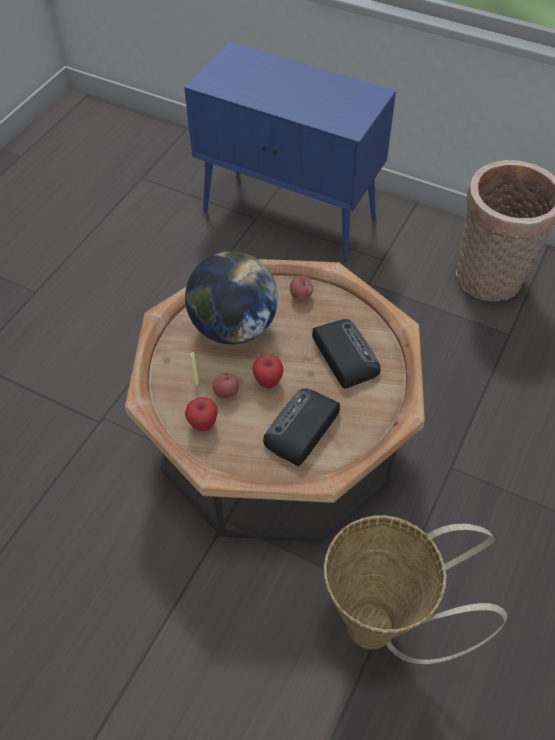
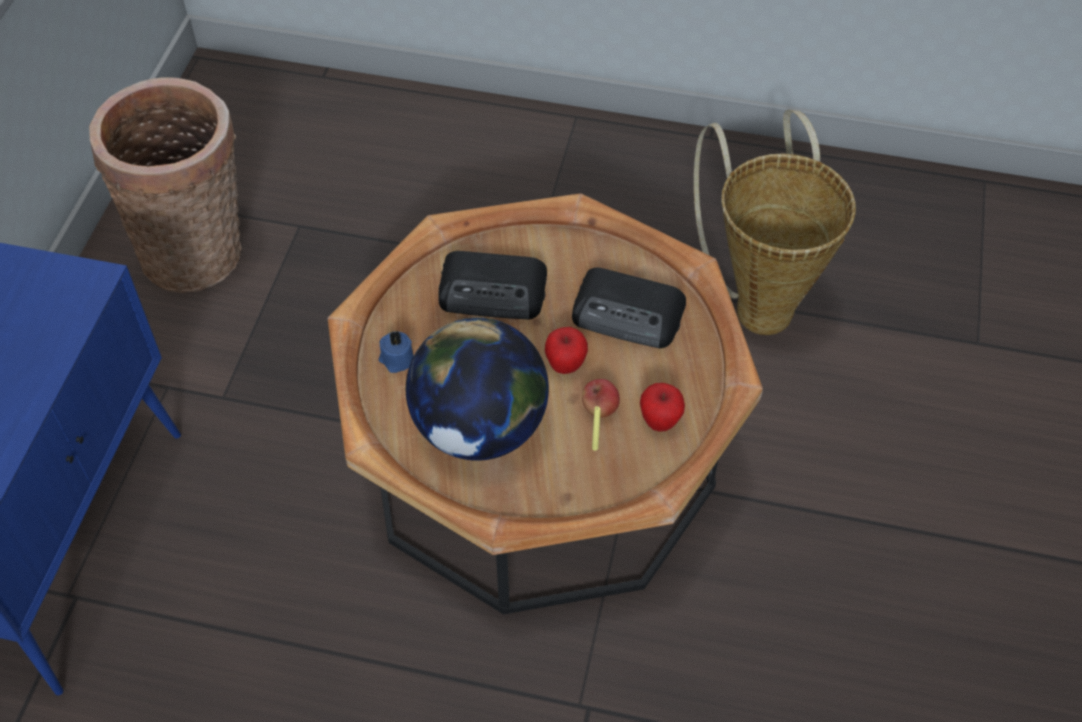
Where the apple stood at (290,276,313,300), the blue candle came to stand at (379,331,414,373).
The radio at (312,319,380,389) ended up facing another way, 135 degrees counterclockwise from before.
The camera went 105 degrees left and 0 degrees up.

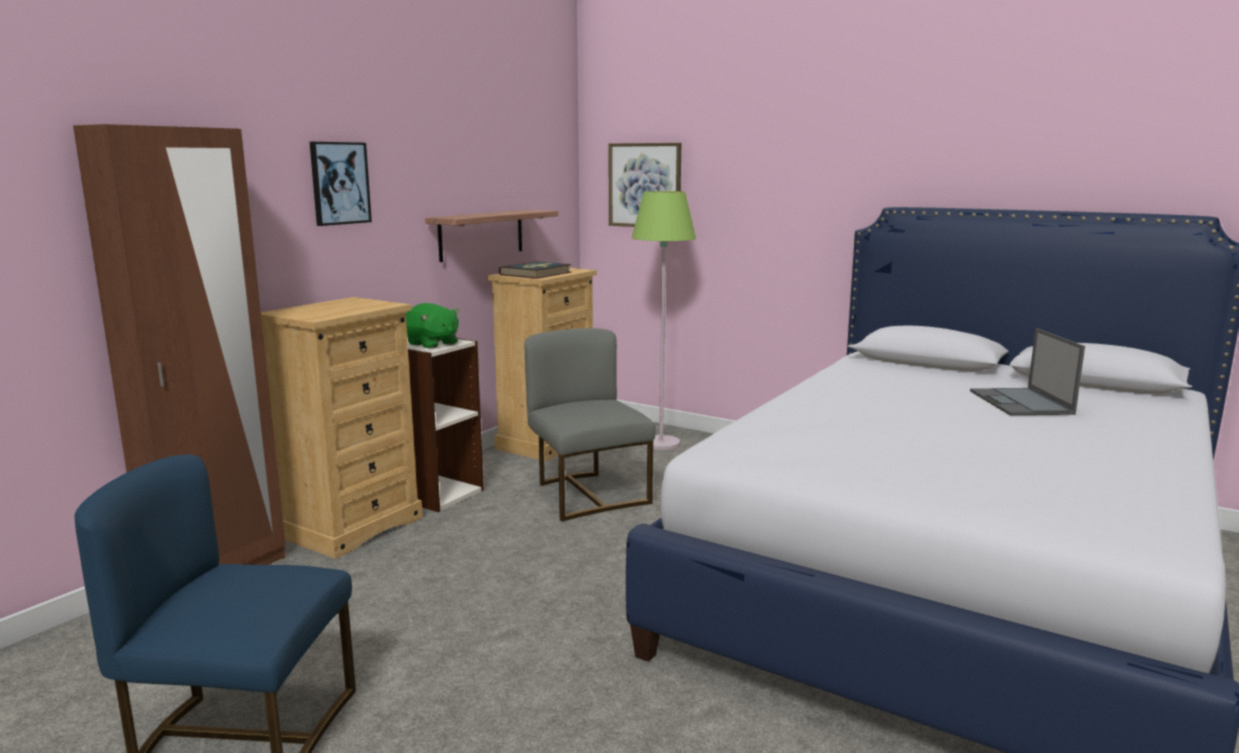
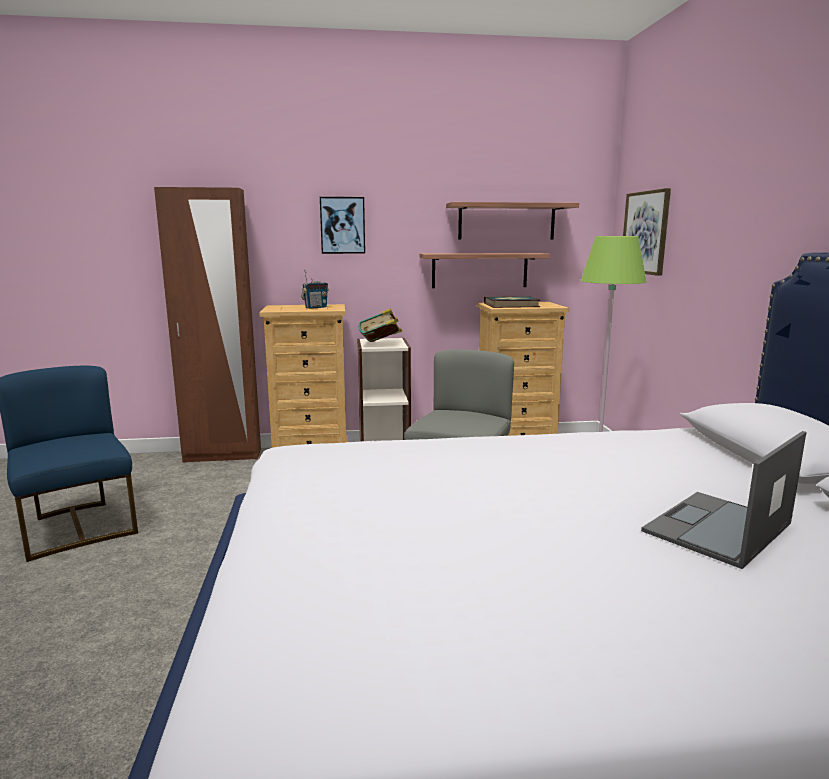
Where the green plush toy stood at (406,303,460,349), the book came to stand at (358,309,402,342).
The second view gained the shelf at (446,202,579,240).
The second view gained the radio at (301,269,329,309).
The camera went 50 degrees right and 0 degrees up.

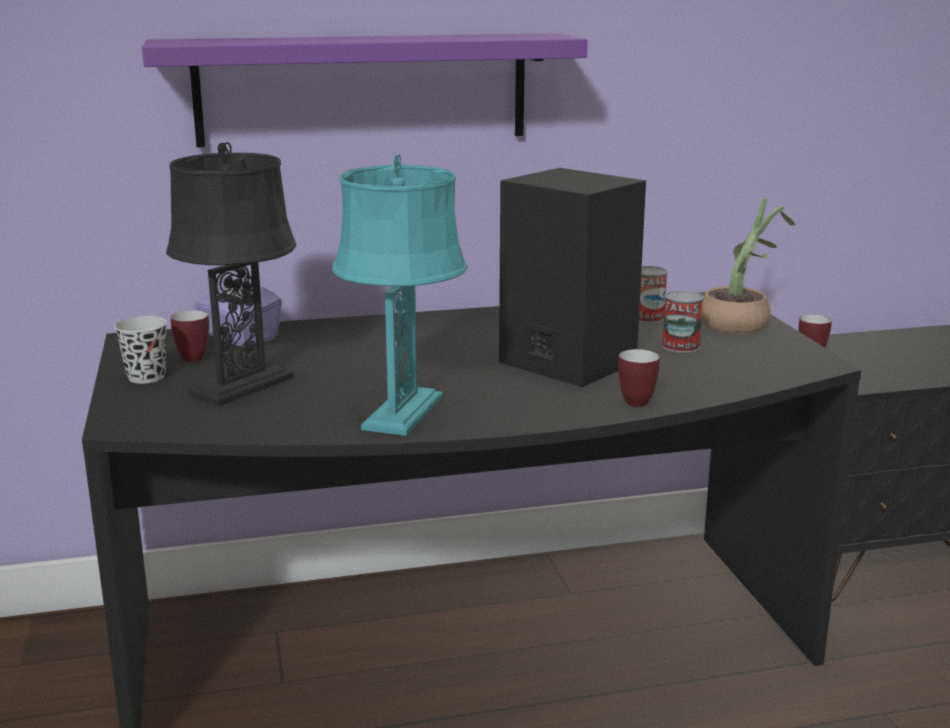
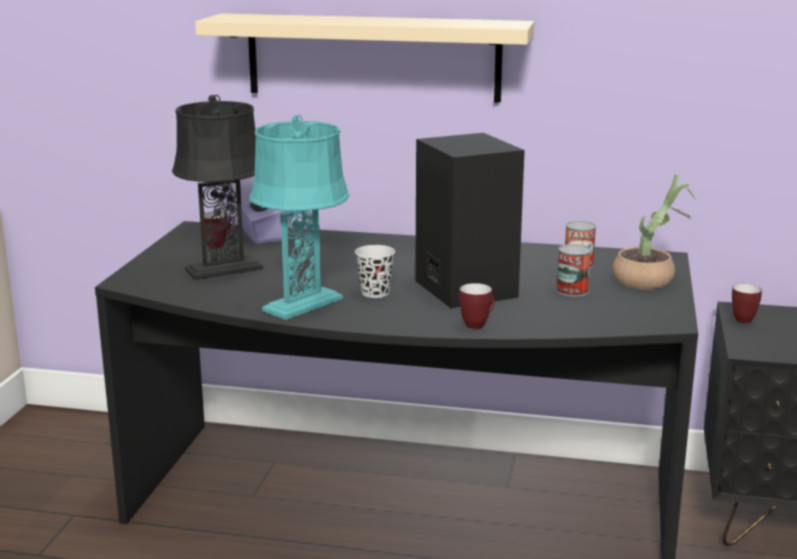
What was the purple shelf at (142,33,588,148) turned into the beige shelf at (195,13,534,103).
The black cup ended up elsewhere, having gone from (114,316,167,384) to (355,245,395,298).
The camera went 25 degrees right and 0 degrees up.

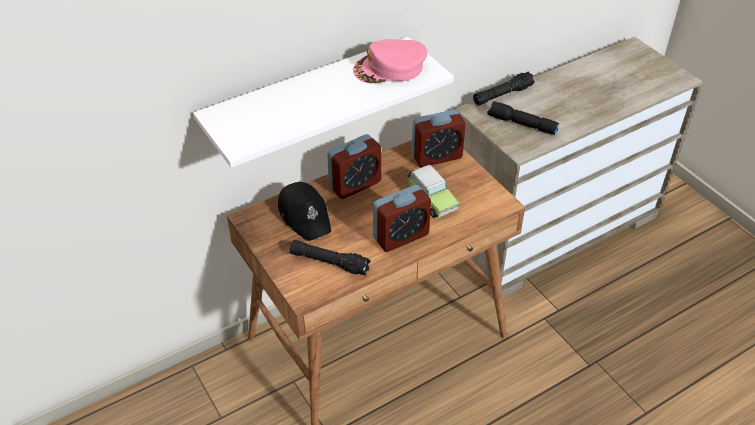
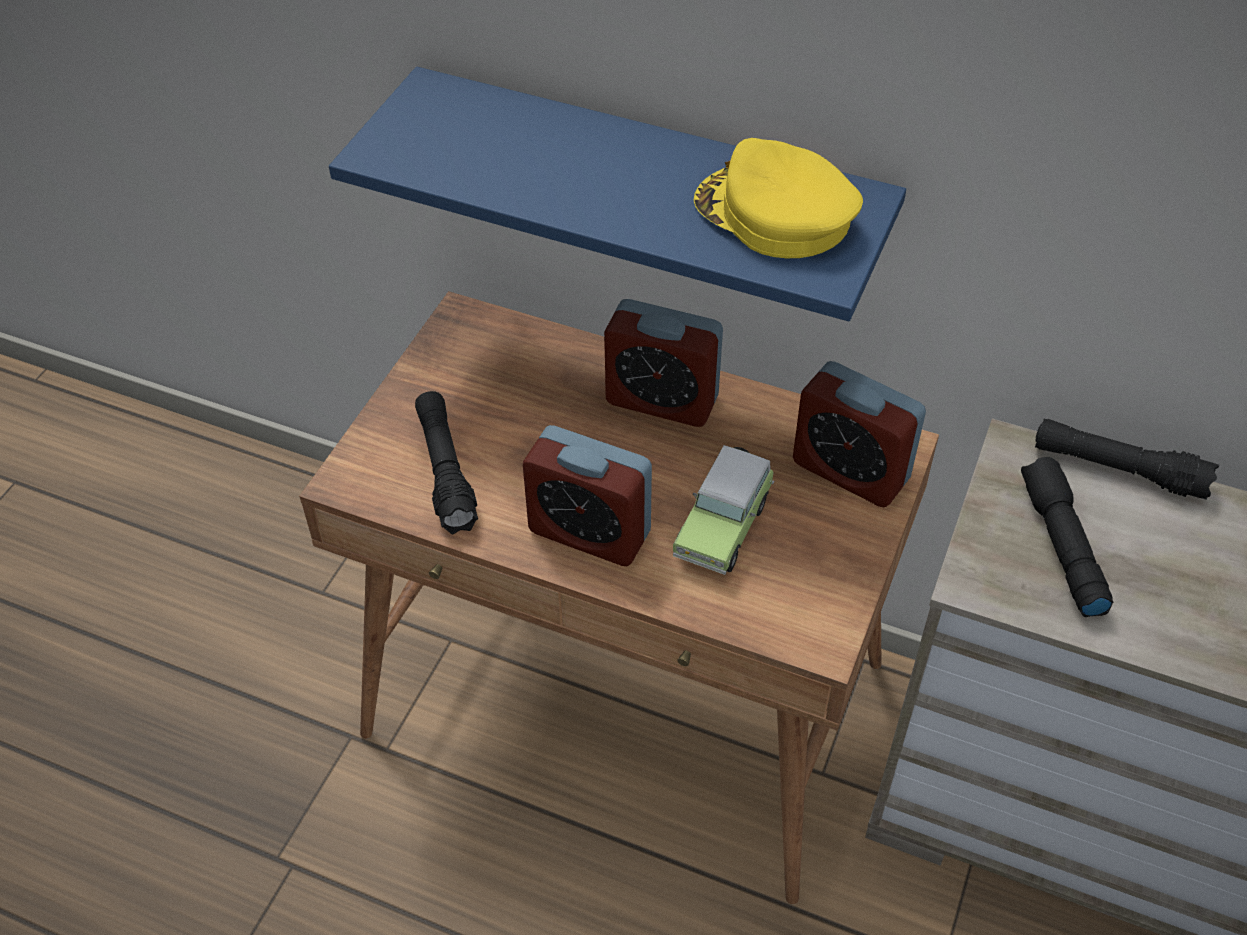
What was the white shelf at (193,37,454,168) turned into the blue shelf at (329,67,906,321).
What was the pink cap at (353,39,428,83) turned into the yellow cap at (694,138,863,258).
The second view lost the black cap at (278,182,331,241).
The camera went 55 degrees right and 5 degrees up.

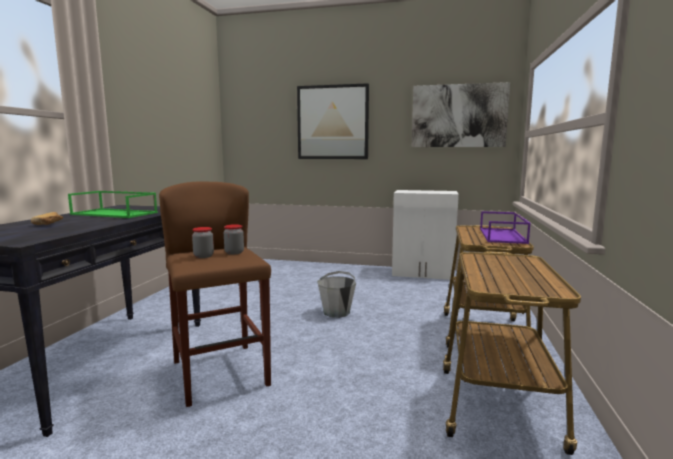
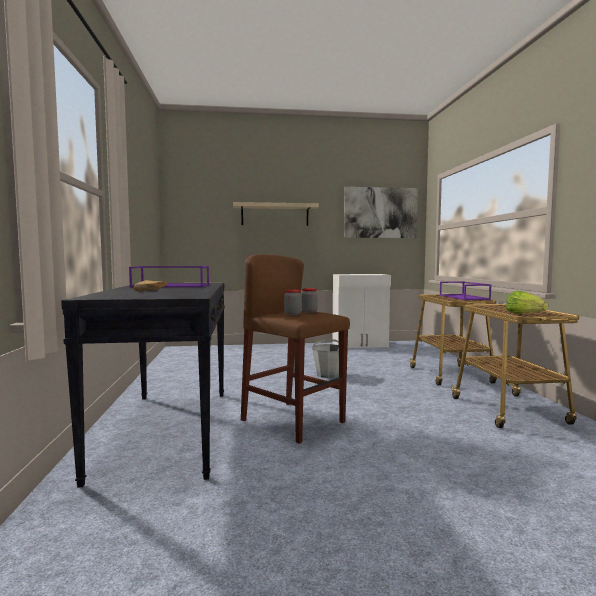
Where the picture hung at (297,83,369,159), the beige shelf came to hang at (233,202,319,226).
What was the green tray at (68,191,158,218) turned into the purple tray at (129,266,209,287).
The second view gained the lettuce at (506,291,548,314).
The camera went 20 degrees left and 5 degrees down.

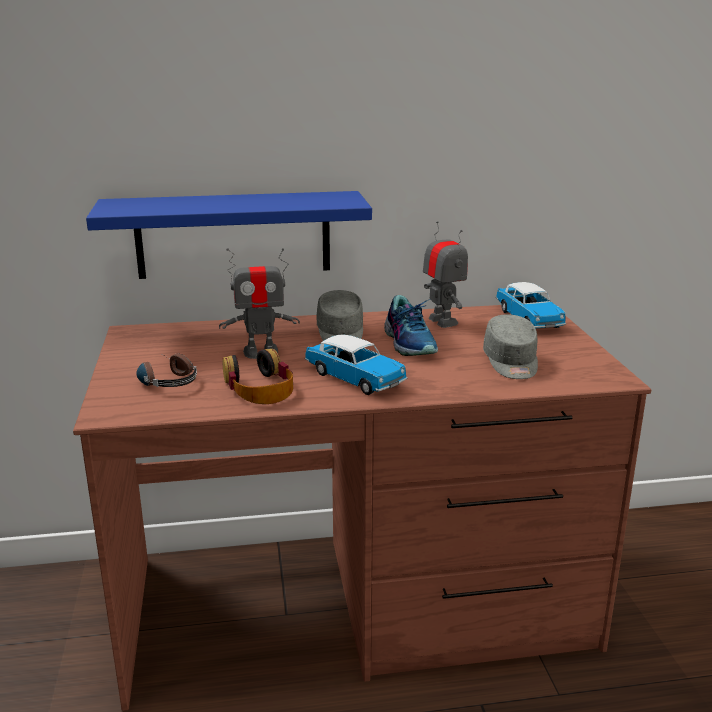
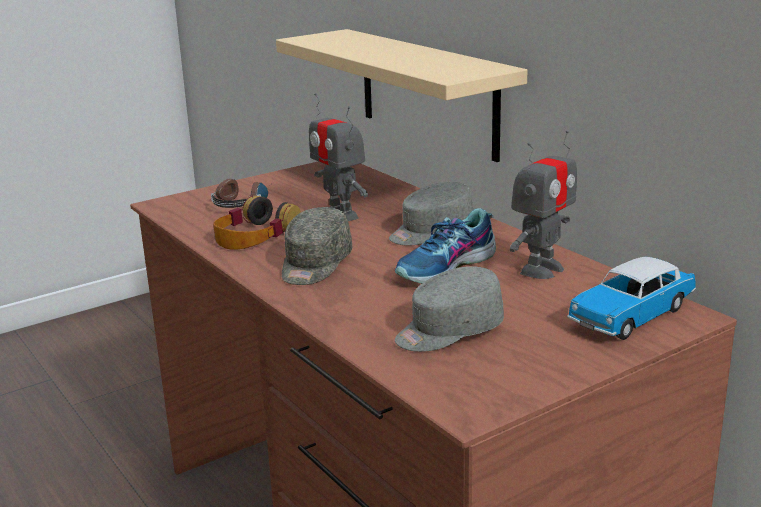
What was the blue shelf at (86,191,372,279) turned into the beige shelf at (276,29,527,162).
Where the toy car stood at (305,334,407,395), the grey cap came to stand at (282,207,352,285).
The camera went 65 degrees right and 0 degrees up.

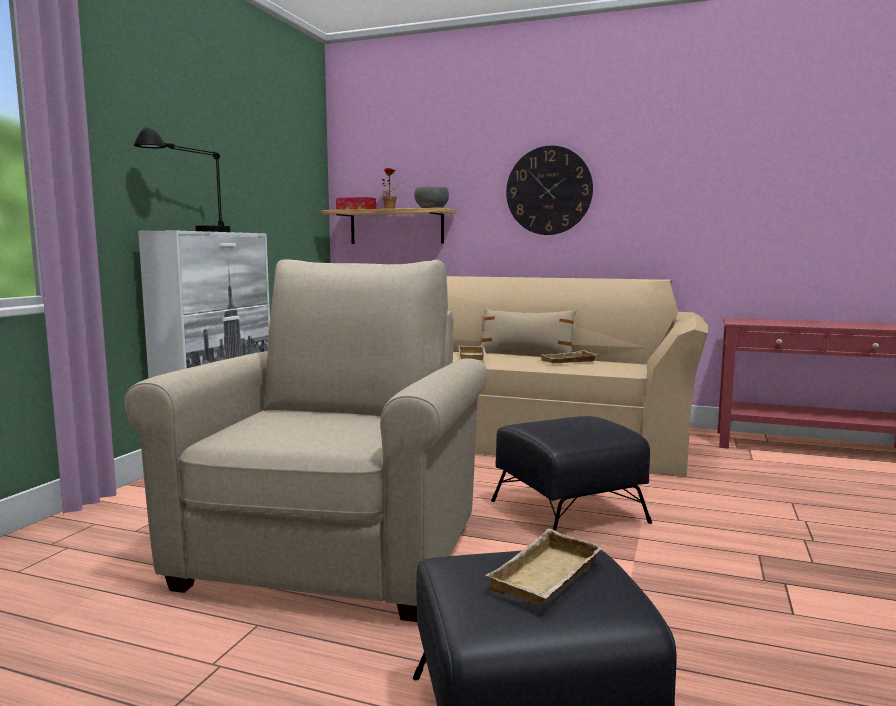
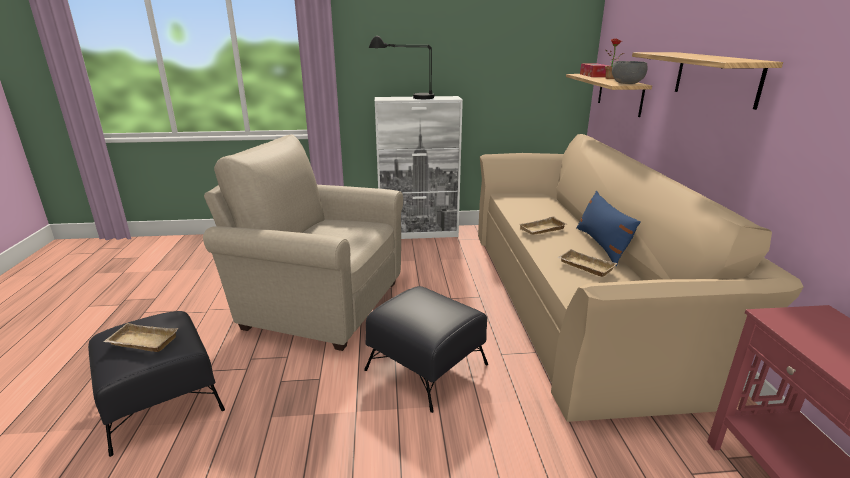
Where the wall clock hung at (506,146,593,235), the shelf came to hang at (632,52,783,110).
The beige armchair at (125,259,487,622) ended up facing another way, 150 degrees counterclockwise from before.
What was the beige pillow at (481,308,577,354) turned into the blue pillow at (576,191,641,266).
The camera went 65 degrees right and 15 degrees up.

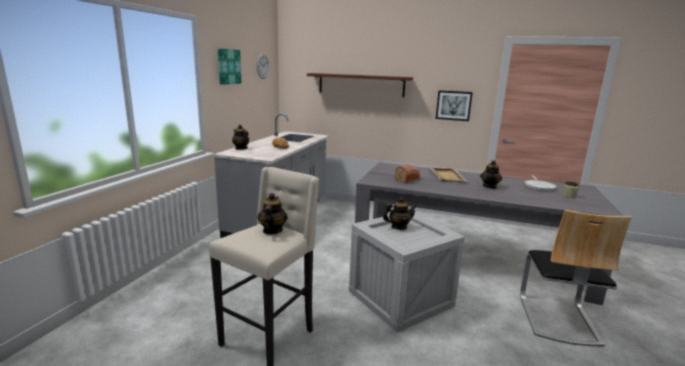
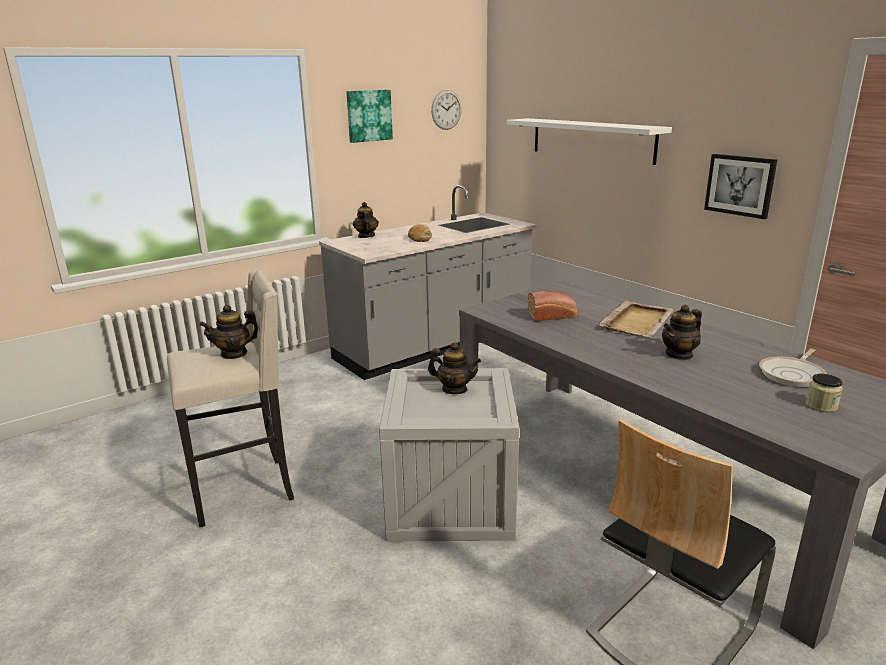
What was the brown shelf at (307,73,413,97) turned into the white shelf at (507,118,672,165).
The teapot at (258,193,288,234) ended up facing another way, 150 degrees counterclockwise from before.
The camera went 35 degrees right and 5 degrees up.

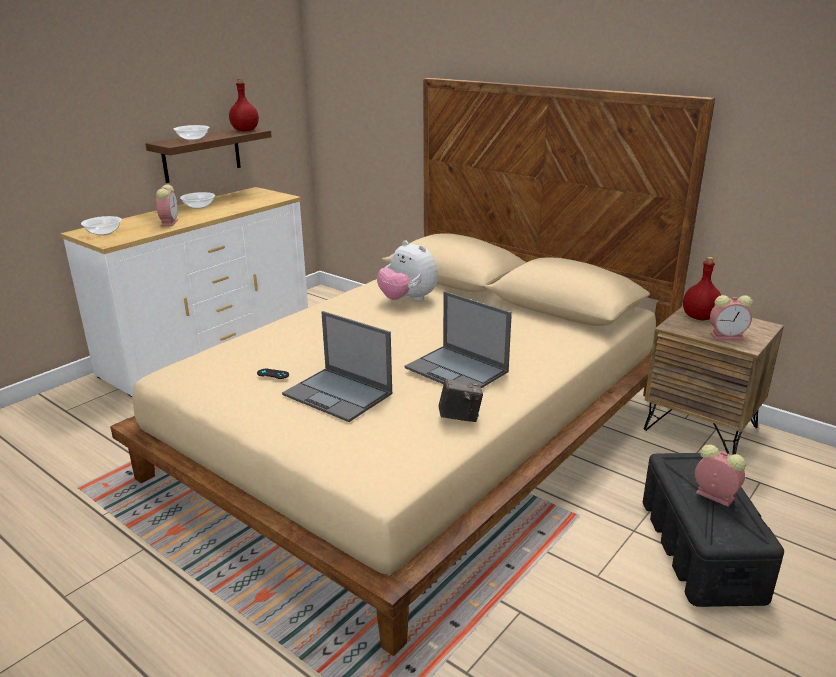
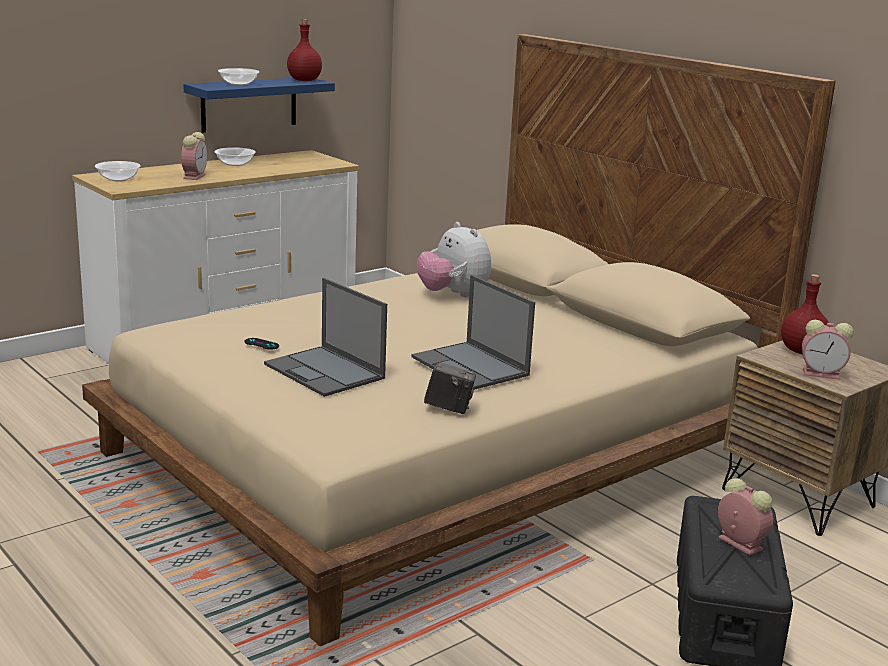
What was the brown shelf at (145,128,272,183) turned into the blue shelf at (183,78,335,133).
The camera went 10 degrees right and 5 degrees down.

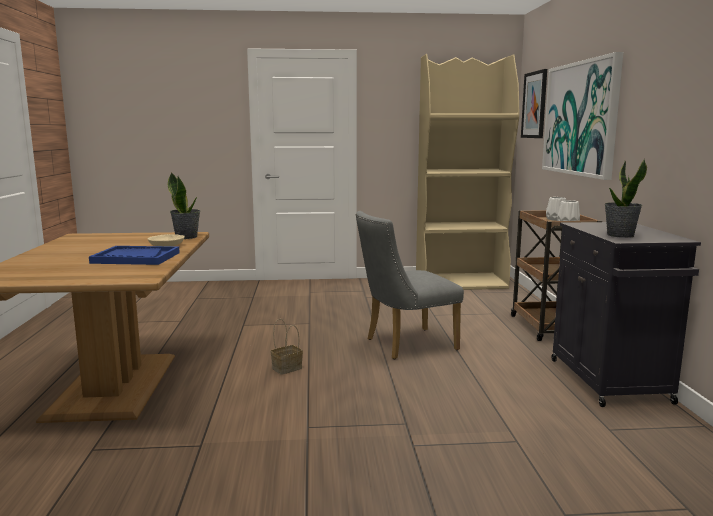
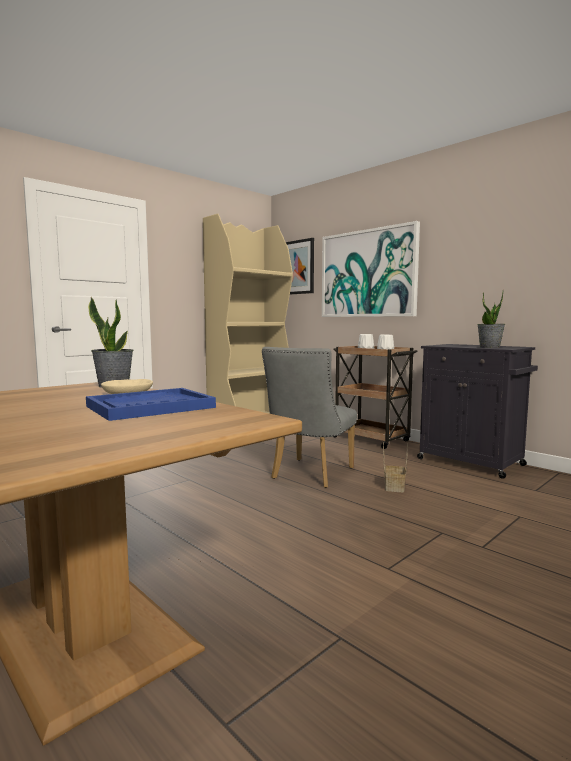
The basket ended up elsewhere, having gone from (271,318,303,375) to (383,442,408,492).
The camera went 40 degrees left and 5 degrees down.

